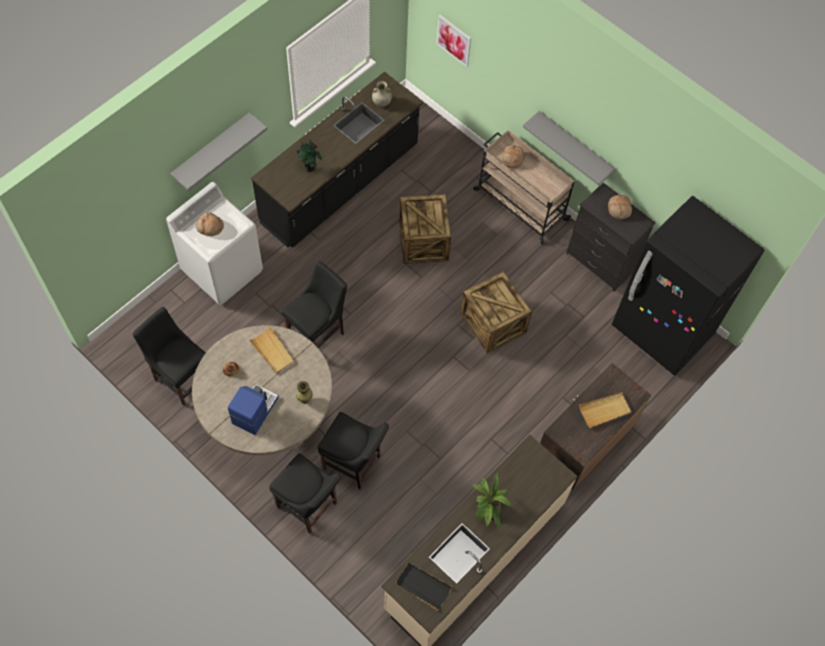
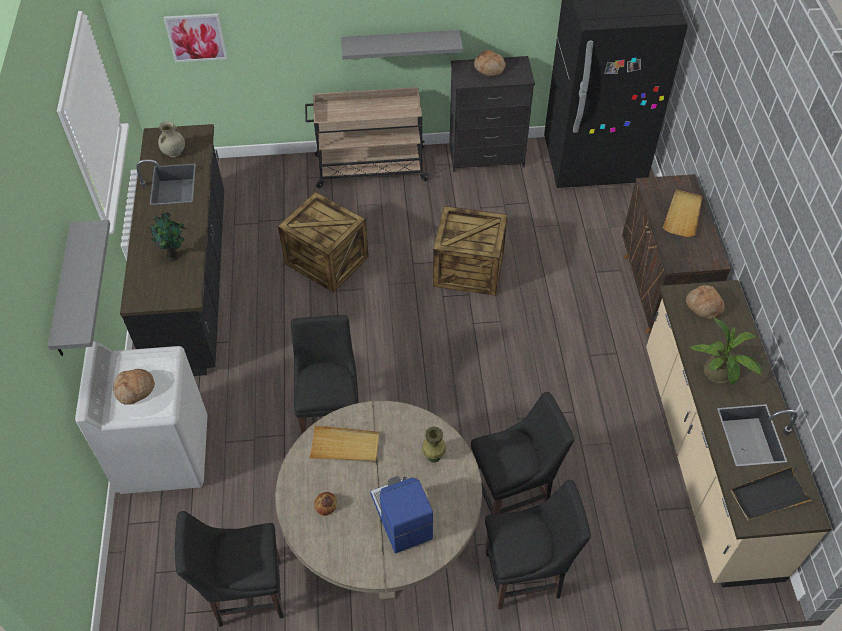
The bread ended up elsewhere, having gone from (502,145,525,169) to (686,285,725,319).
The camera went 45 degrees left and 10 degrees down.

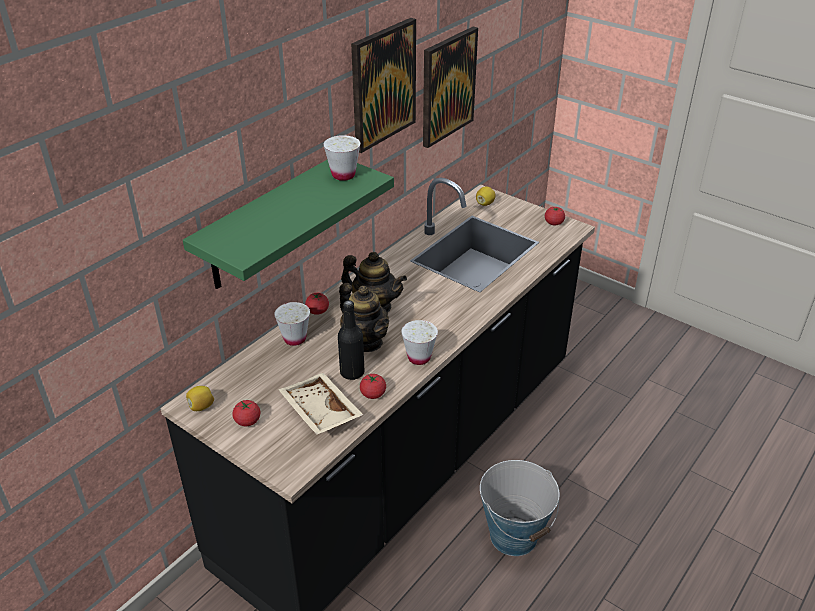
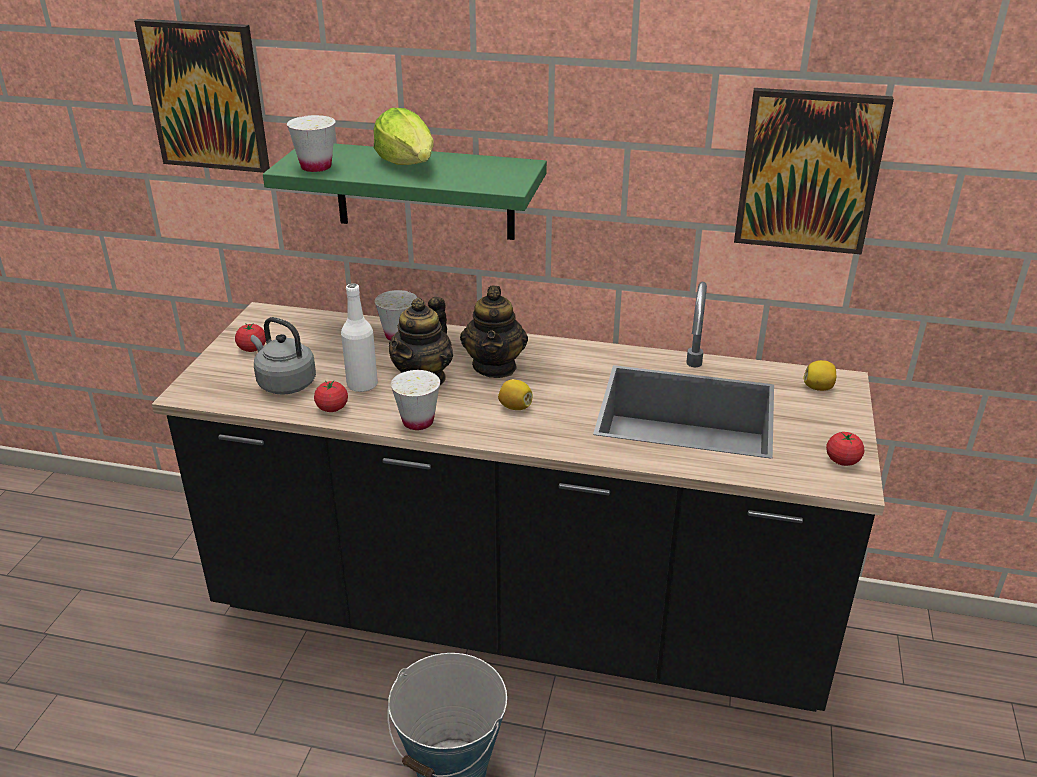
The picture ended up elsewhere, having gone from (351,18,416,153) to (134,19,270,173).
The white cup ended up elsewhere, having gone from (323,135,360,181) to (287,115,335,172).
The second view lost the tomato at (305,293,329,315).
What was the black bottle at (338,300,365,380) turned into the white bottle at (341,283,378,392).
Where the beige tray stood at (278,373,364,435), the grey kettle came to stand at (251,317,316,395).
The lemon ended up elsewhere, having gone from (186,386,214,411) to (498,379,533,410).
The second view gained the lettuce at (374,108,434,165).
The camera went 65 degrees right and 5 degrees down.

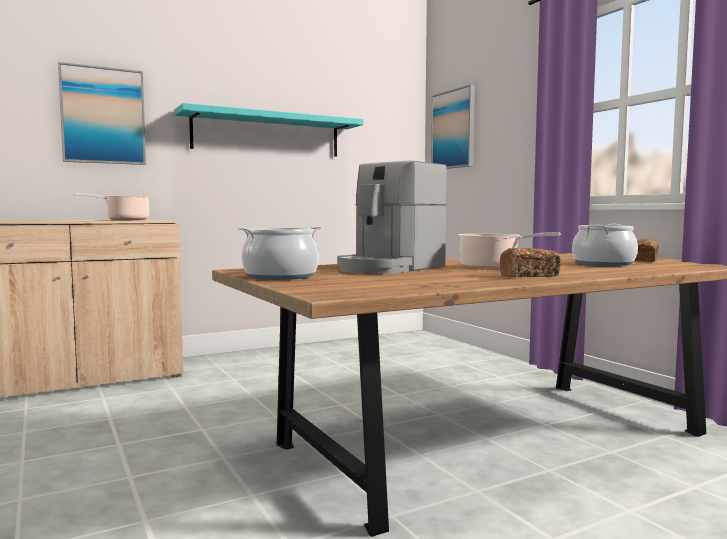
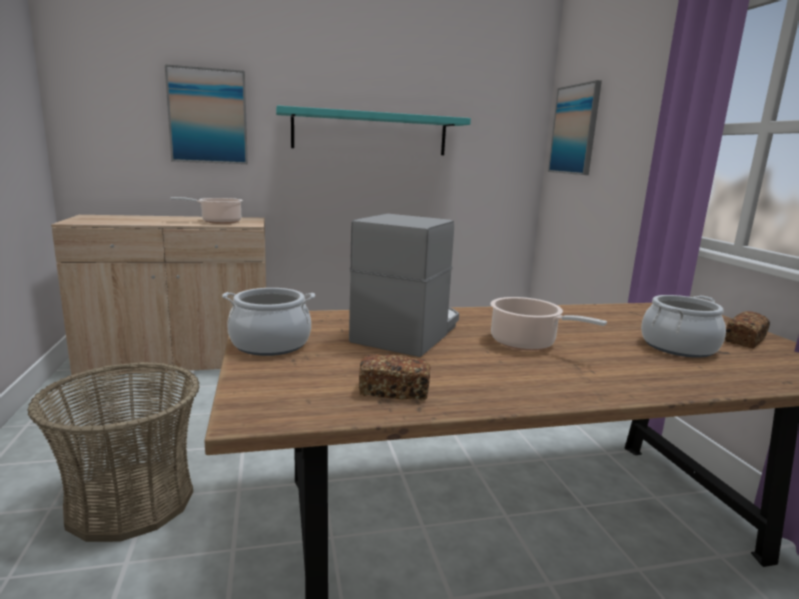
The coffee machine at (337,160,447,274) ended up facing another way, 150 degrees clockwise from before.
The bread ended up elsewhere, having gone from (499,248,561,277) to (359,354,431,400).
The second view gained the basket at (27,362,199,542).
The camera went 15 degrees right and 10 degrees up.

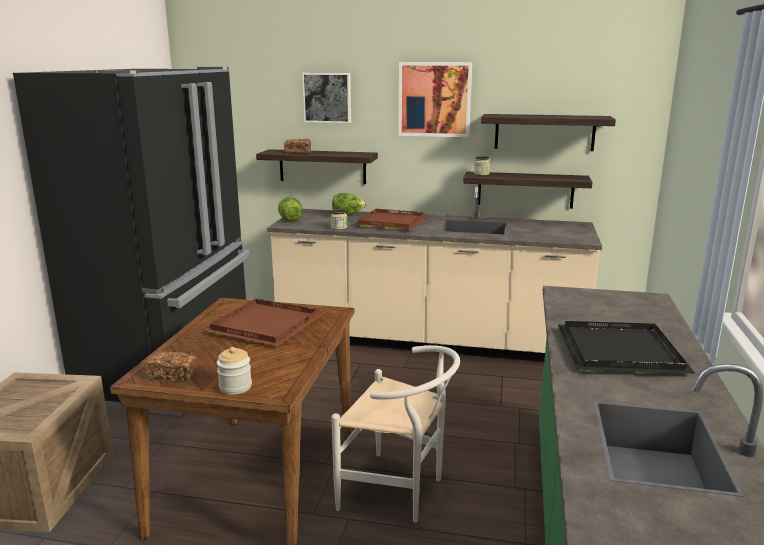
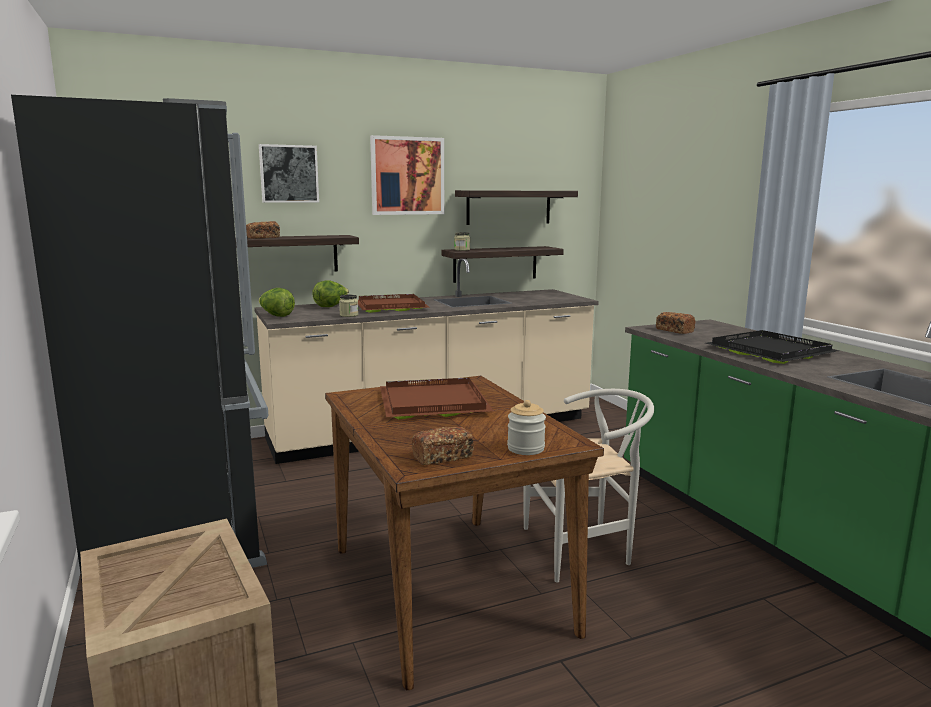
The second view gained the bread at (656,312,696,334).
The camera went 35 degrees left and 5 degrees down.

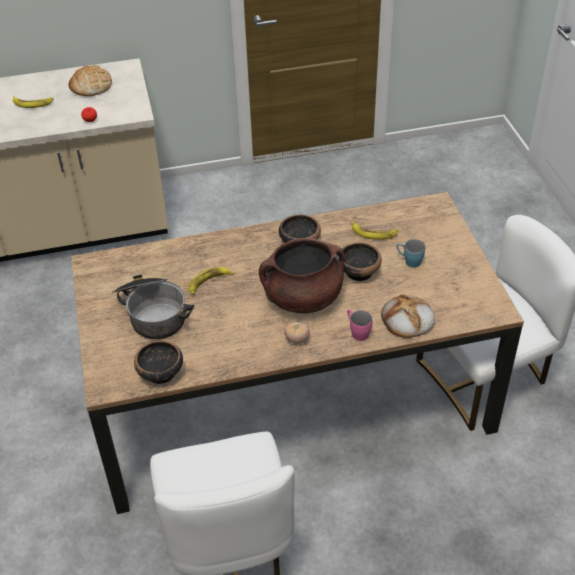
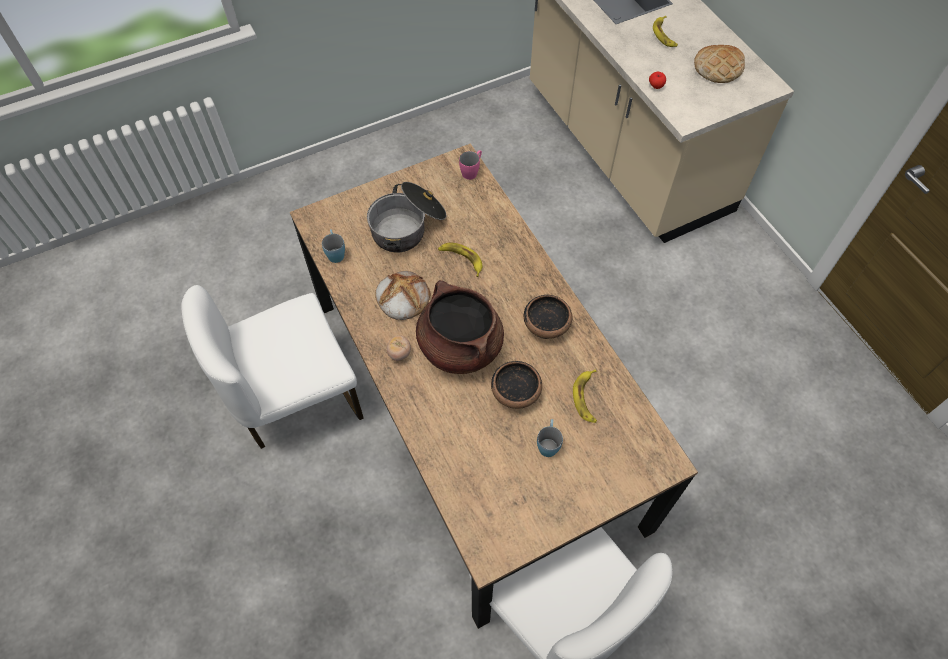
The bread ended up elsewhere, having gone from (381,295,435,338) to (375,271,430,320).
The pink mug ended up elsewhere, having gone from (347,309,373,341) to (459,150,482,180).
Where the bowl stood at (134,341,183,384), the blue mug came to stand at (322,229,345,263).
The camera went 75 degrees right and 15 degrees up.

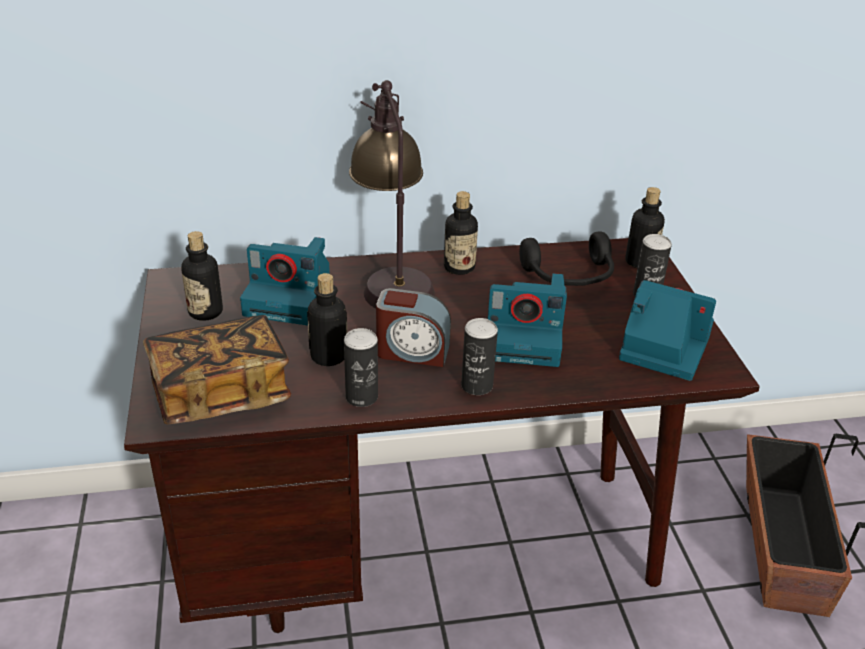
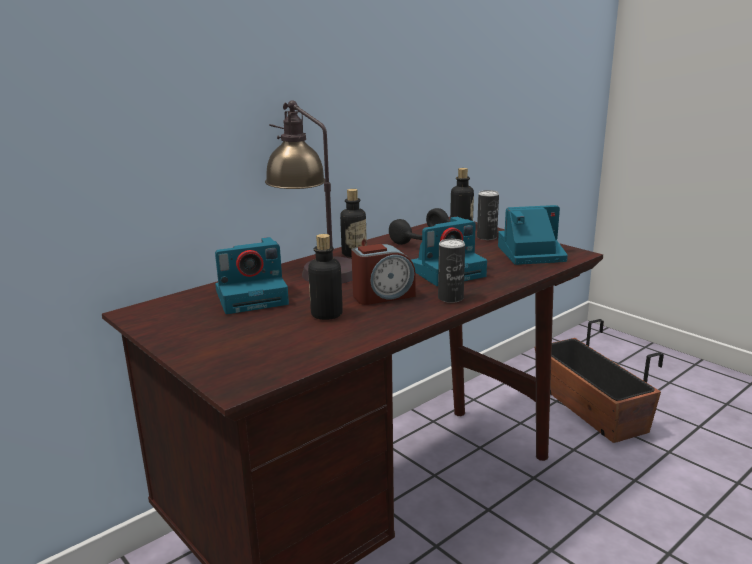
The second view lost the bottle at (181,231,223,321).
The second view lost the book at (143,315,291,424).
The second view lost the can at (344,328,378,407).
The camera went 30 degrees left and 15 degrees down.

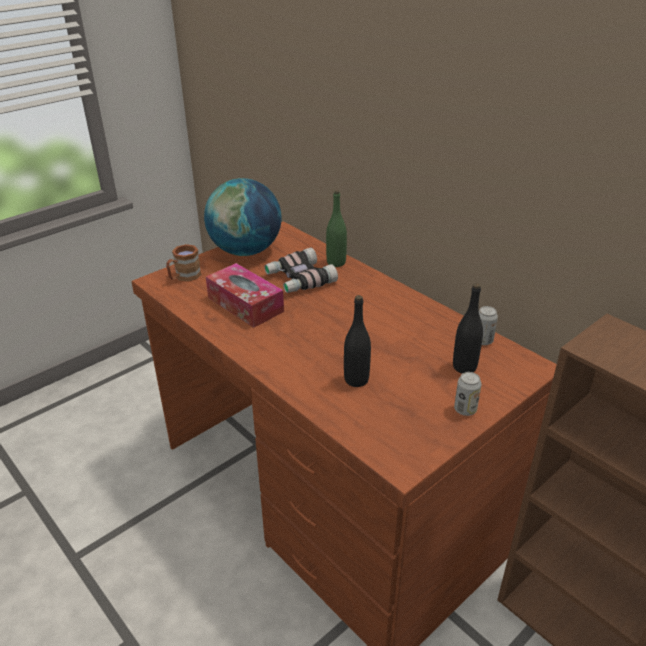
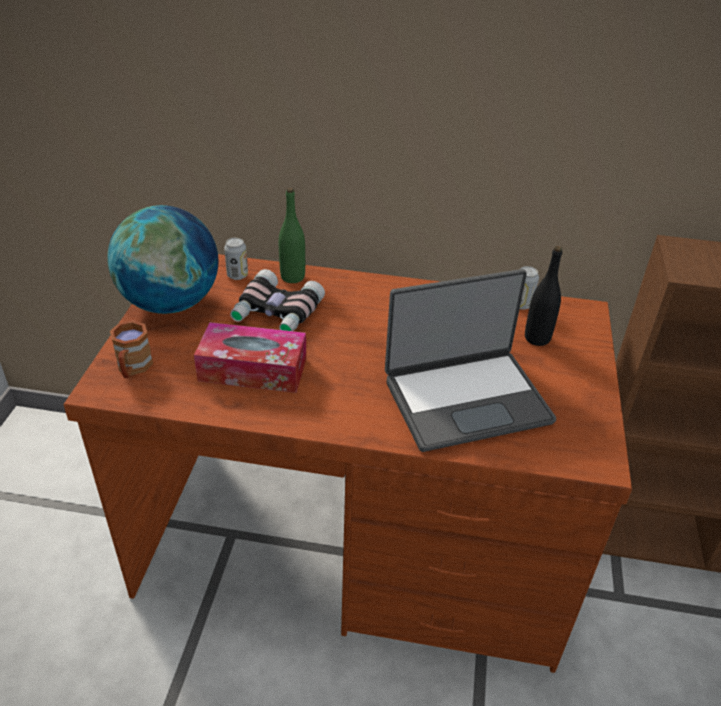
Where the black bottle stood at (344,295,371,387), the laptop came to stand at (385,269,556,452).
The can ended up elsewhere, having gone from (454,372,482,416) to (224,238,248,280).
The camera went 40 degrees left and 5 degrees up.

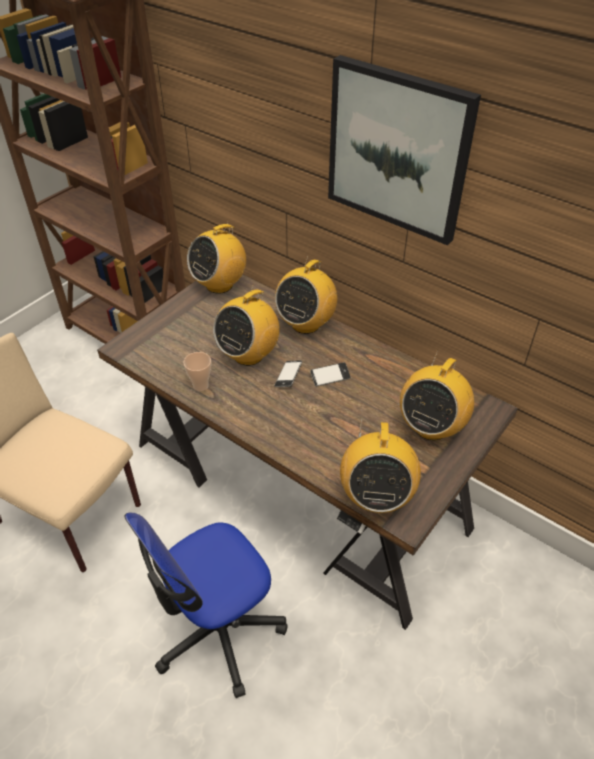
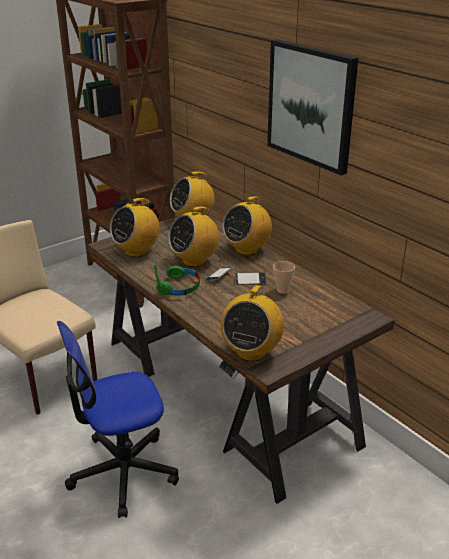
The radio ended up elsewhere, having gone from (400,351,474,441) to (110,198,160,257).
The cup ended up elsewhere, having gone from (183,352,211,391) to (273,261,295,294).
The second view gained the green headphones at (154,264,200,296).
The camera went 15 degrees right and 15 degrees down.

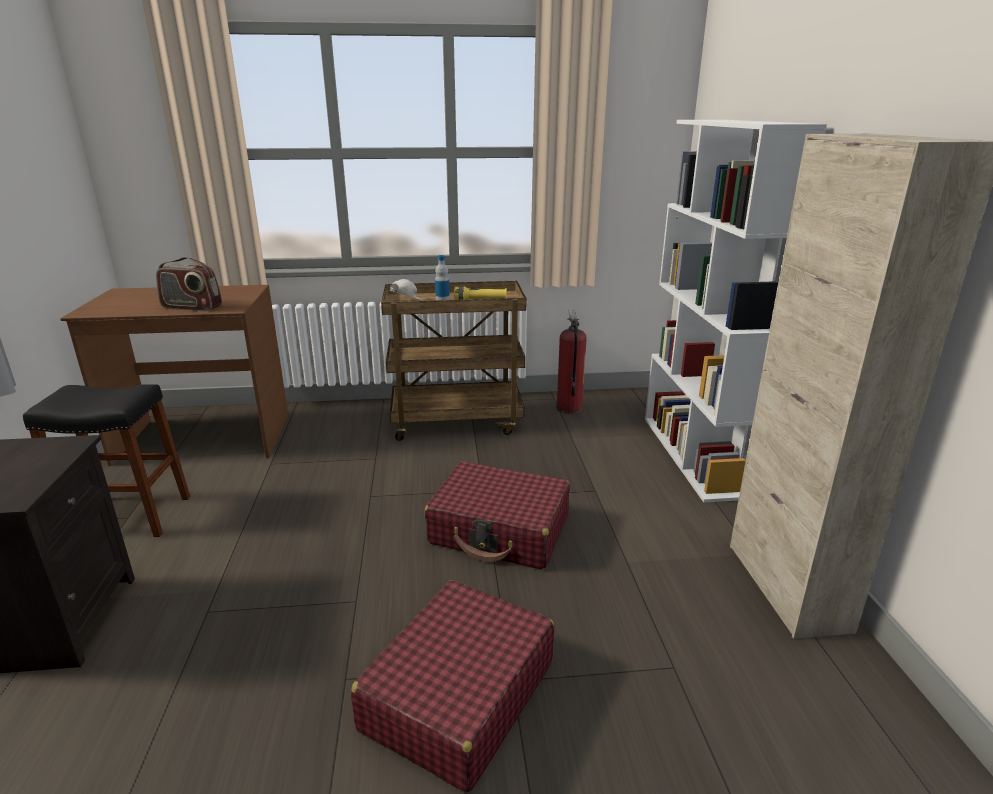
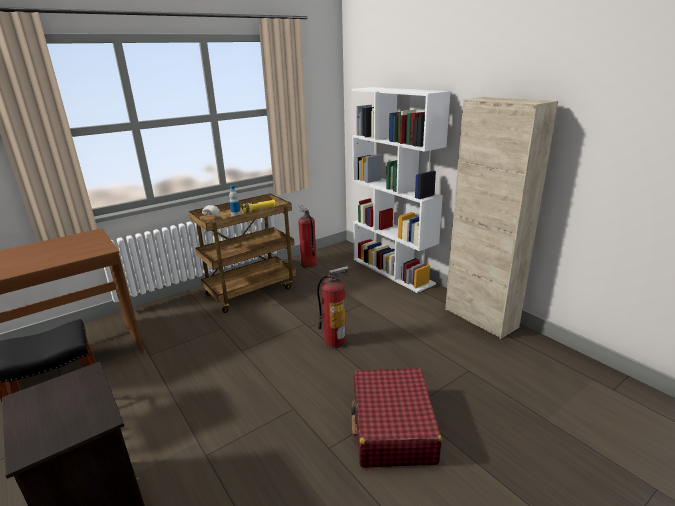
The second view lost the radio at (156,257,222,311).
Where the red suitcase stood at (424,461,570,570), the fire extinguisher came to stand at (317,266,349,349).
The camera went 30 degrees left and 0 degrees up.

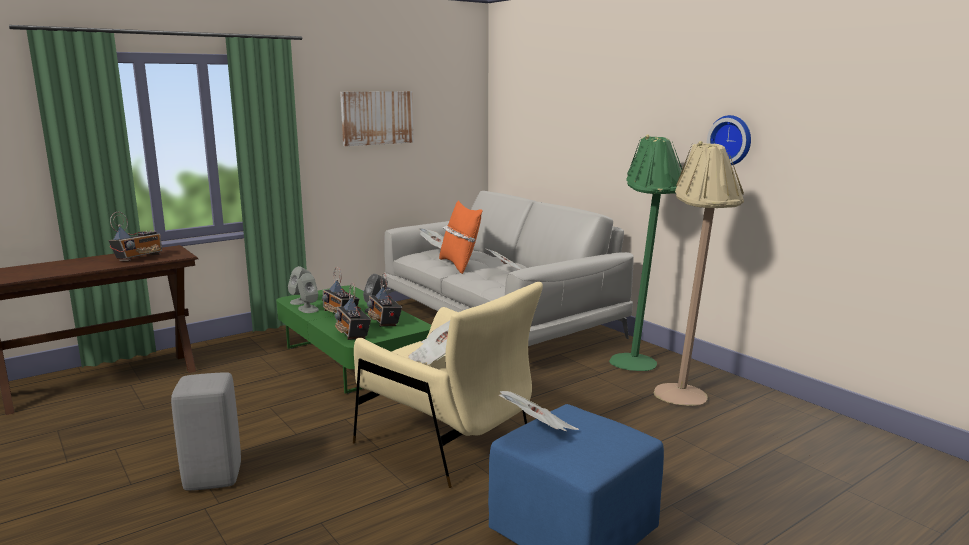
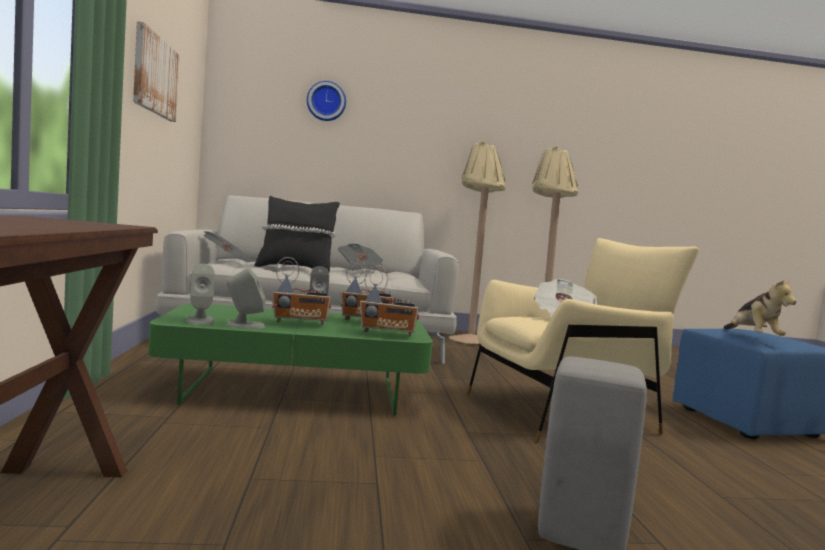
The wall clock ended up elsewhere, having gone from (707,115,751,165) to (307,81,346,121).
What was the green floor lamp at (609,134,682,371) turned into the beige floor lamp at (449,141,506,344).
What was the orange pillow at (439,200,483,274) turned into the black pillow at (255,196,340,272).
The second view lost the radio at (109,212,162,261).
Where the newspaper stood at (499,391,579,431), the plush toy came to stand at (724,279,797,336).
The camera went 60 degrees left and 10 degrees down.

